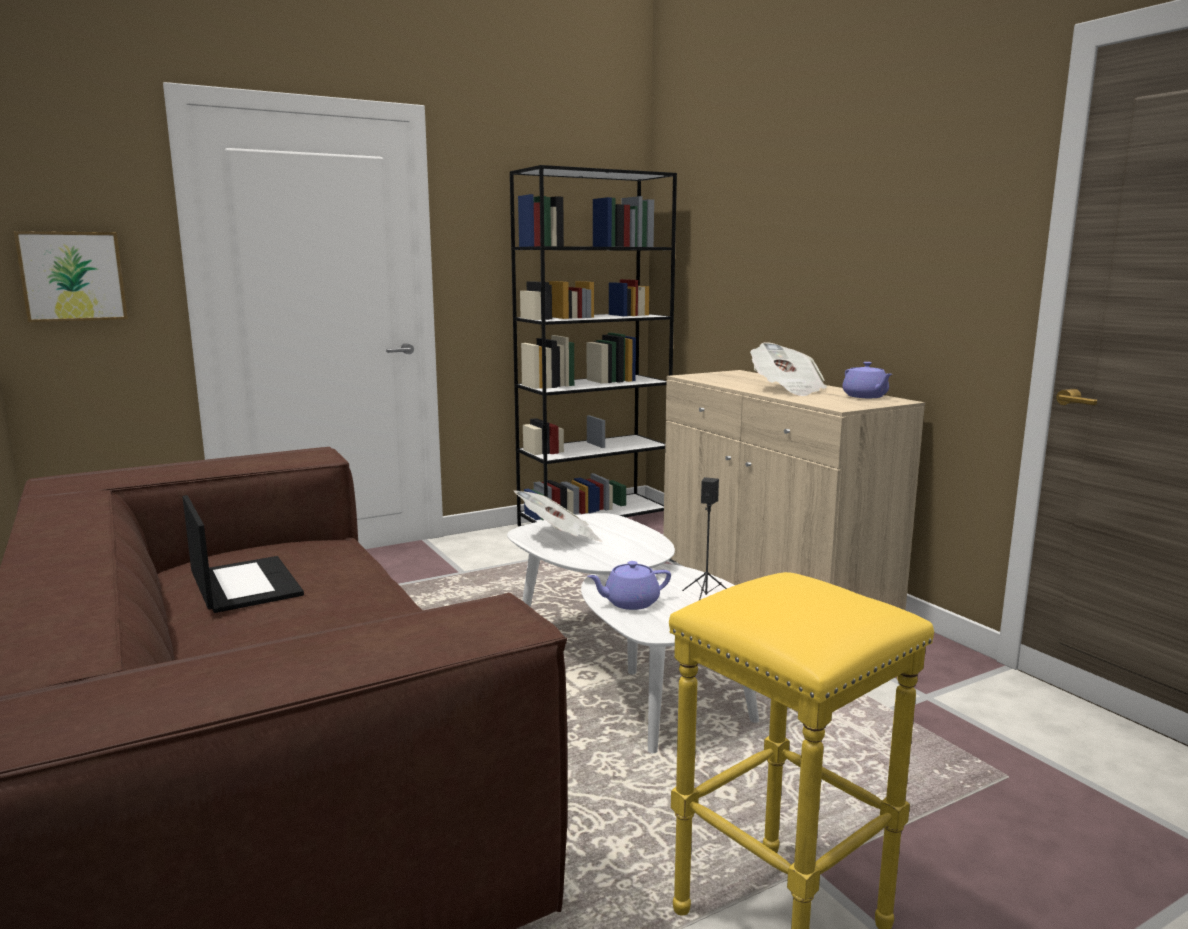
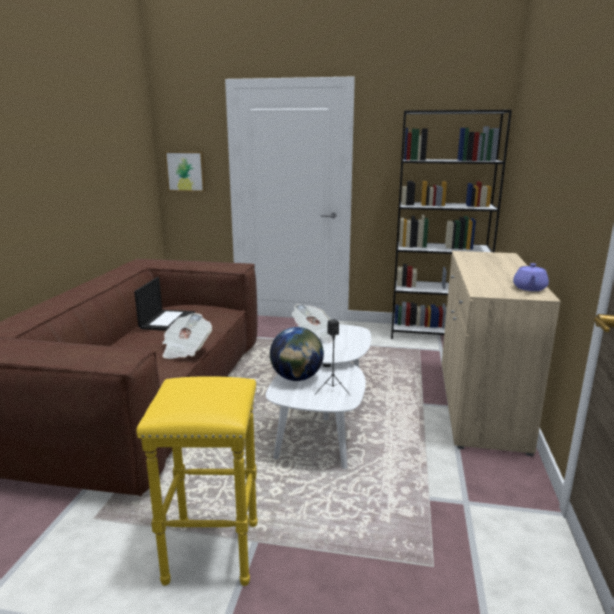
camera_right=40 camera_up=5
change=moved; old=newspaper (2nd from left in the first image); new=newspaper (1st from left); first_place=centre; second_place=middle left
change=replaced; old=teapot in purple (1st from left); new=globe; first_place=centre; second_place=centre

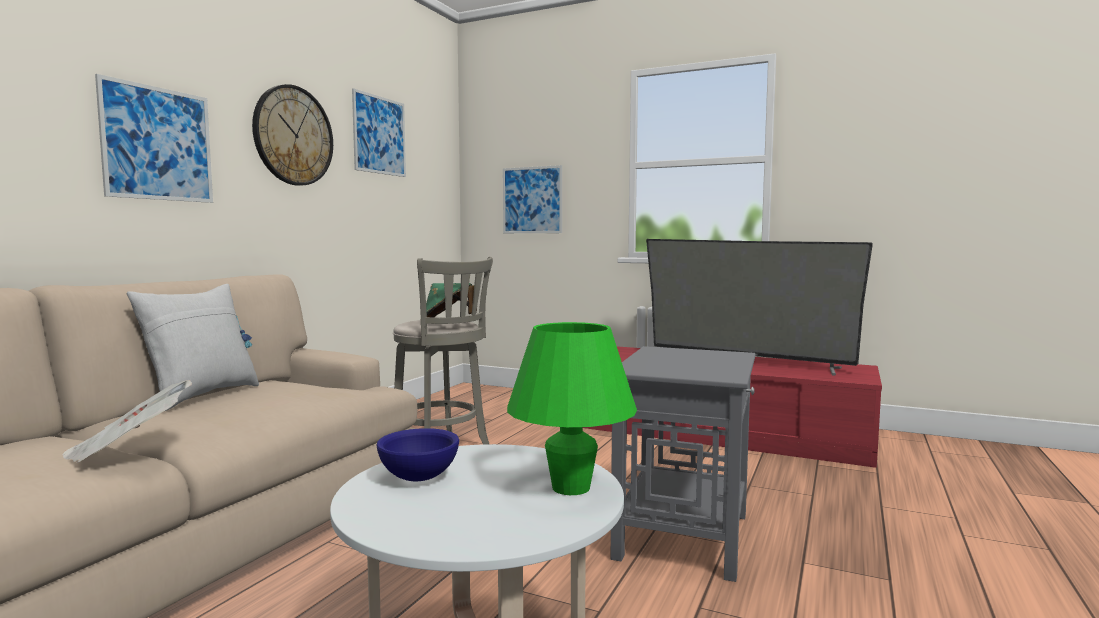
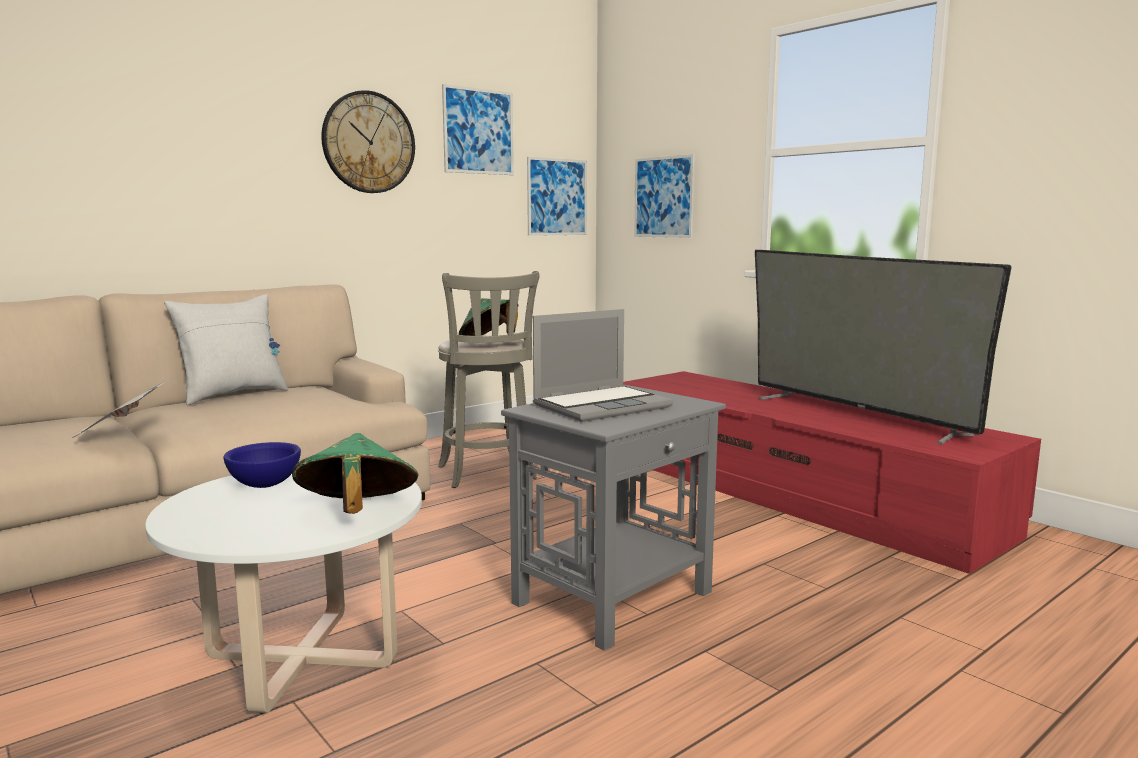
camera_right=25 camera_up=5
change=added; new=laptop; second_place=centre
change=moved; old=picture (1st from left in the first image); new=picture (2nd from left); first_place=top left; second_place=top centre
change=replaced; old=table lamp in green; new=hat in green (1st from left); first_place=centre; second_place=middle left

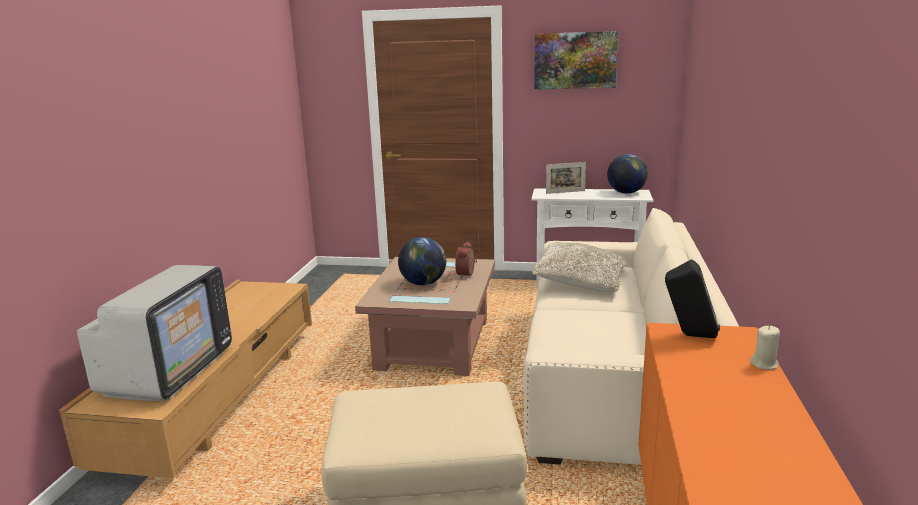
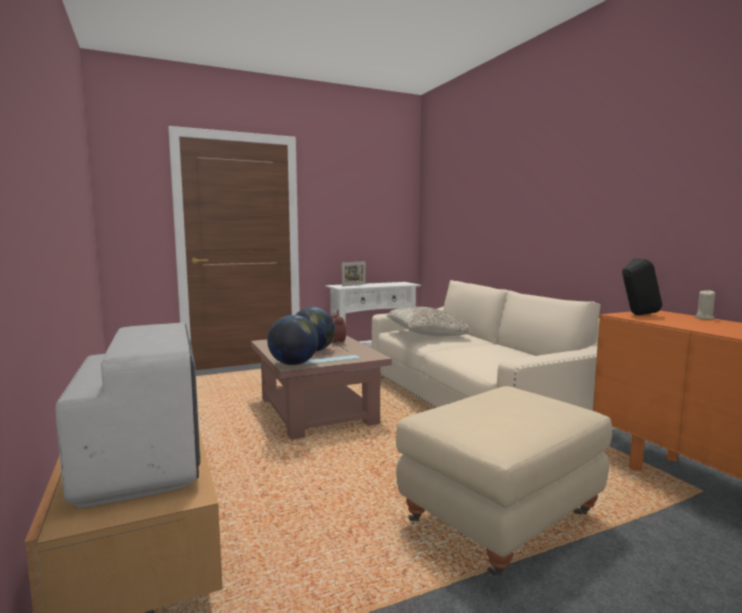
camera_right=-35 camera_up=-10
change=removed; old=picture; first_place=top centre
change=moved; old=globe (2nd from left in the first image); new=globe (1st from left); first_place=middle right; second_place=centre

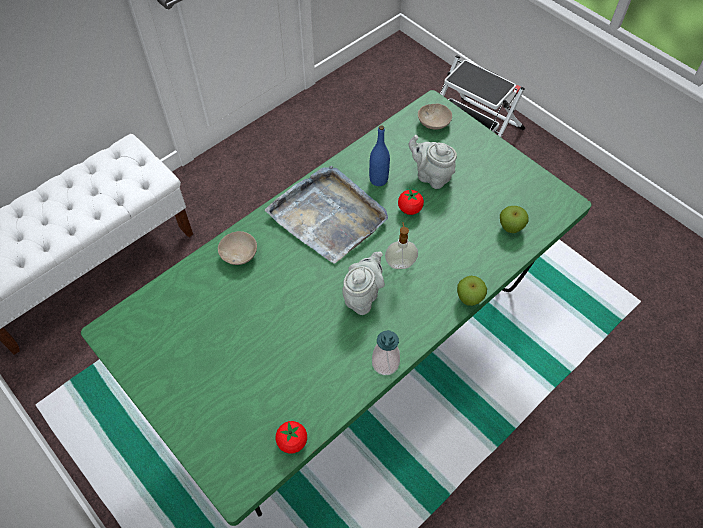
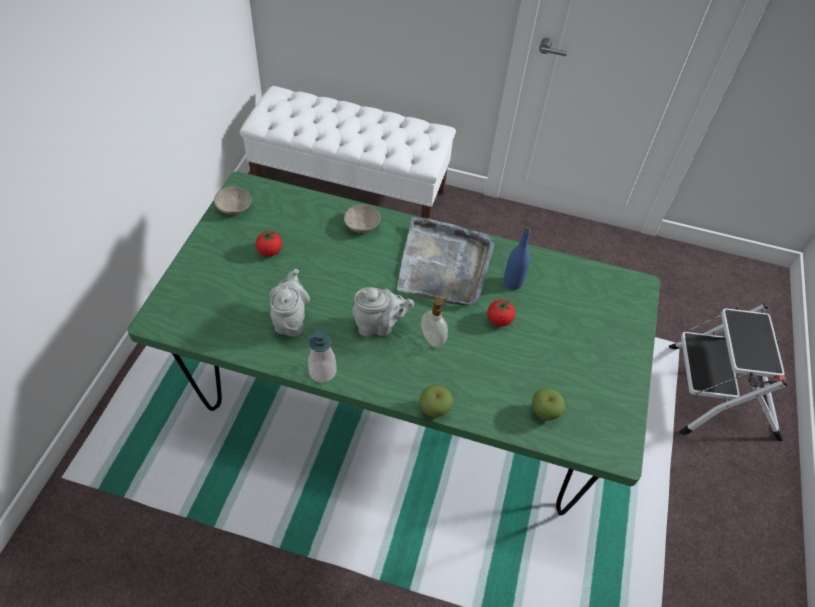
camera_right=55 camera_up=-5
change=moved; old=tomato (1st from left); first_place=bottom centre; second_place=middle left
change=moved; old=teapot in grey (2nd from left in the first image); new=teapot in grey (1st from left); first_place=top centre; second_place=centre
change=moved; old=bowl in beige (2nd from left in the first image); new=bowl in beige (1st from left); first_place=top centre; second_place=top left

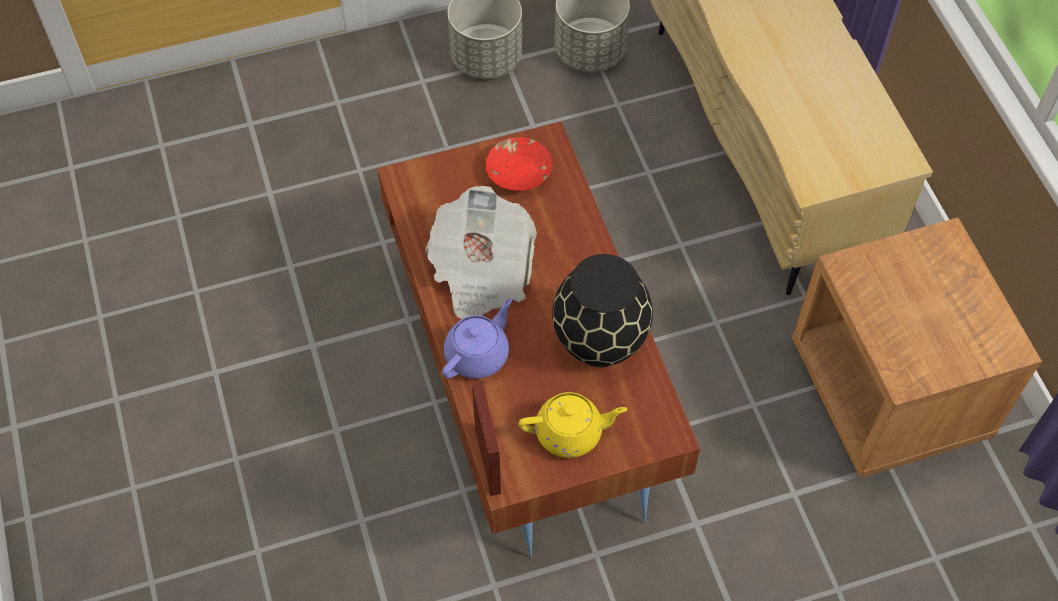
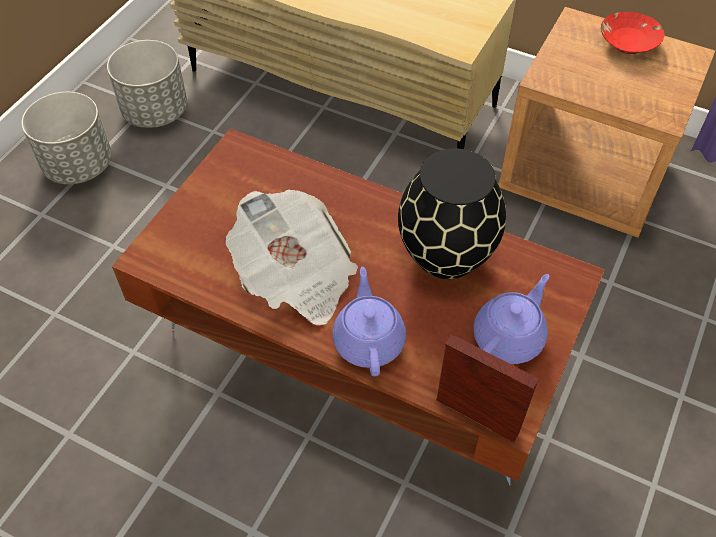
camera_right=-45 camera_up=-5
change=moved; old=bowl in red; first_place=top centre; second_place=top right
change=recoloured; old=teapot in yellow; new=teapot in purple (2nd from left); first_place=bottom centre; second_place=middle right

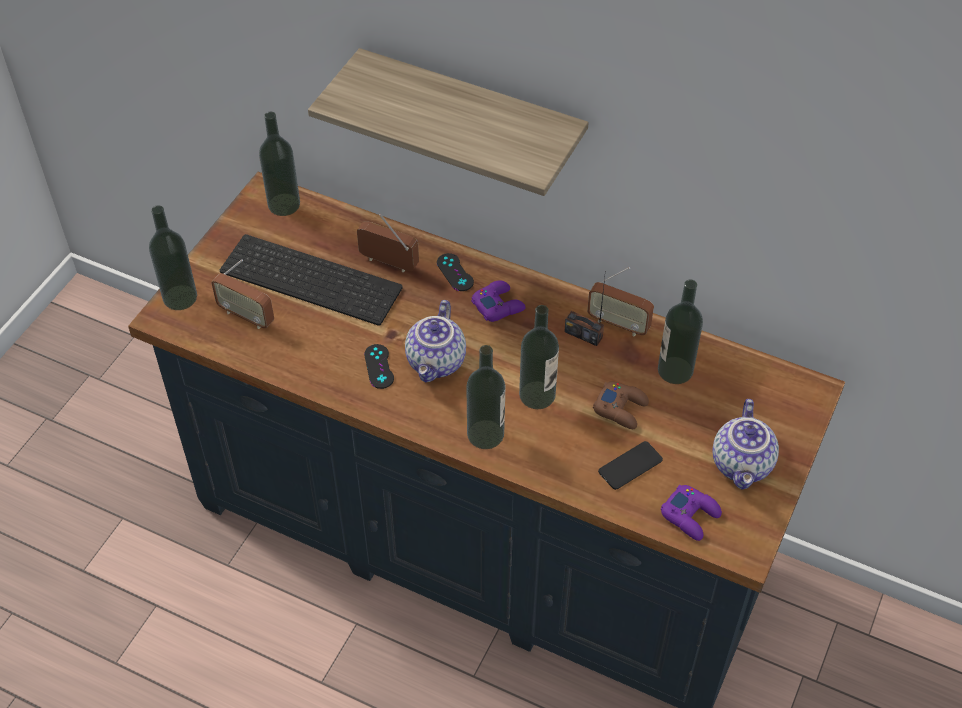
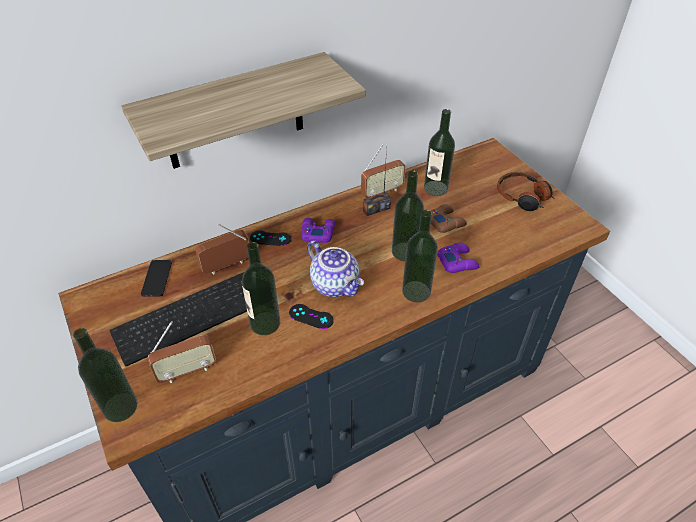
camera_right=-55 camera_up=-5
change=moved; old=bottle (2nd from left); first_place=top left; second_place=centre
change=moved; old=phone; first_place=centre; second_place=middle left
change=moved; old=game controller in purple (2nd from left); first_place=bottom right; second_place=centre
change=replaced; old=teapot (2nd from left); new=headphones; first_place=middle right; second_place=middle right

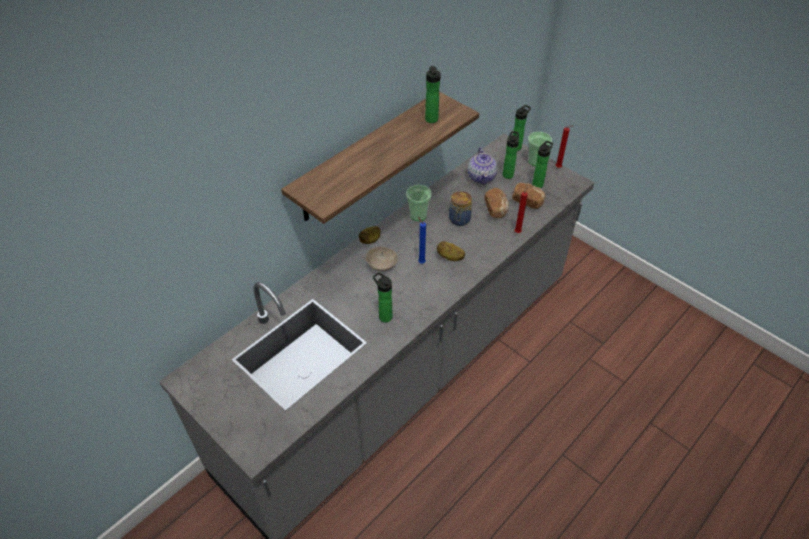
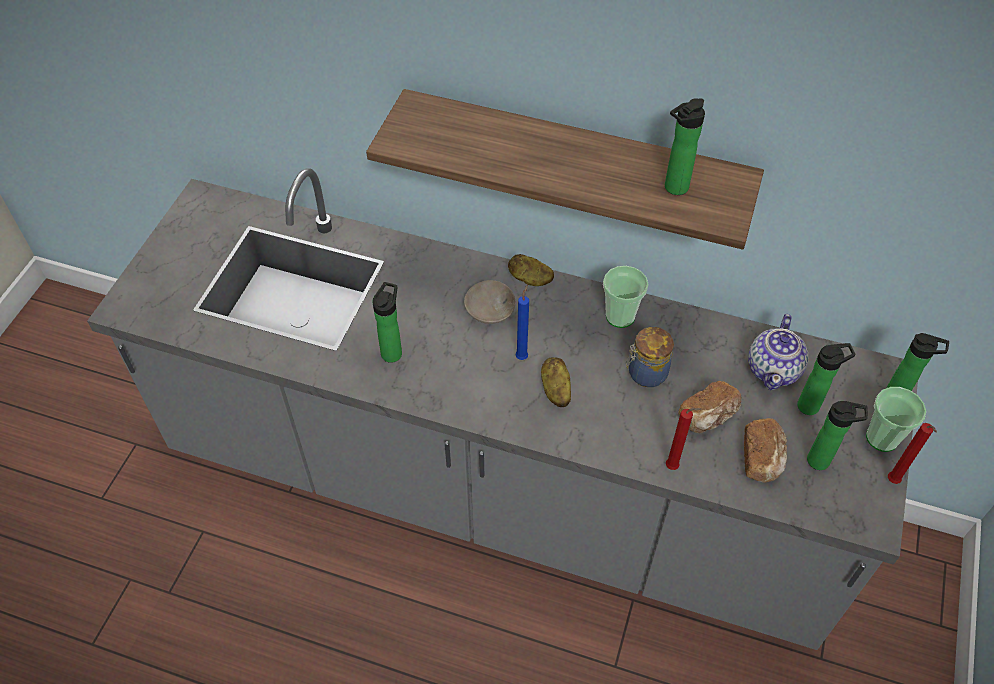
camera_right=65 camera_up=5
change=turned; old=teapot; first_place=top centre; second_place=middle right; degrees=-45

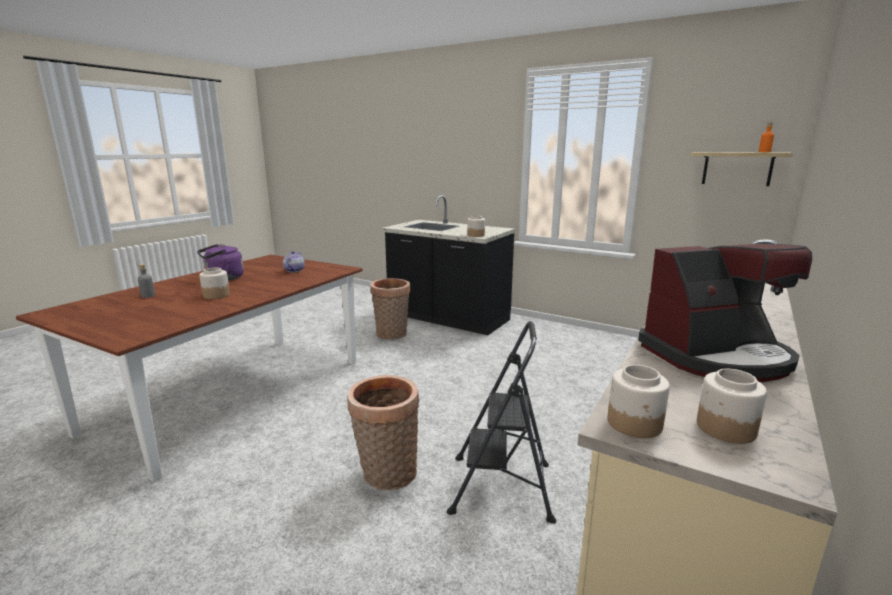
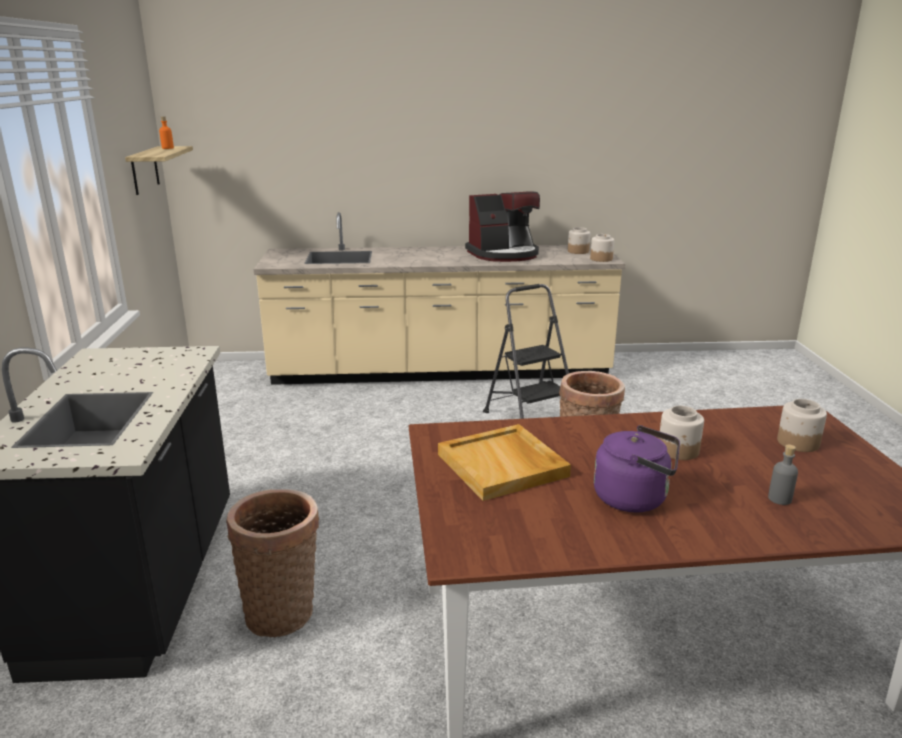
camera_right=-125 camera_up=5
change=moved; old=jar (2nd from left in the first image); new=jar (4th from left); first_place=centre; second_place=middle right
change=replaced; old=teapot; new=tray in beige; first_place=middle left; second_place=centre
change=turned; old=coffee machine; first_place=middle right; second_place=top centre; degrees=120

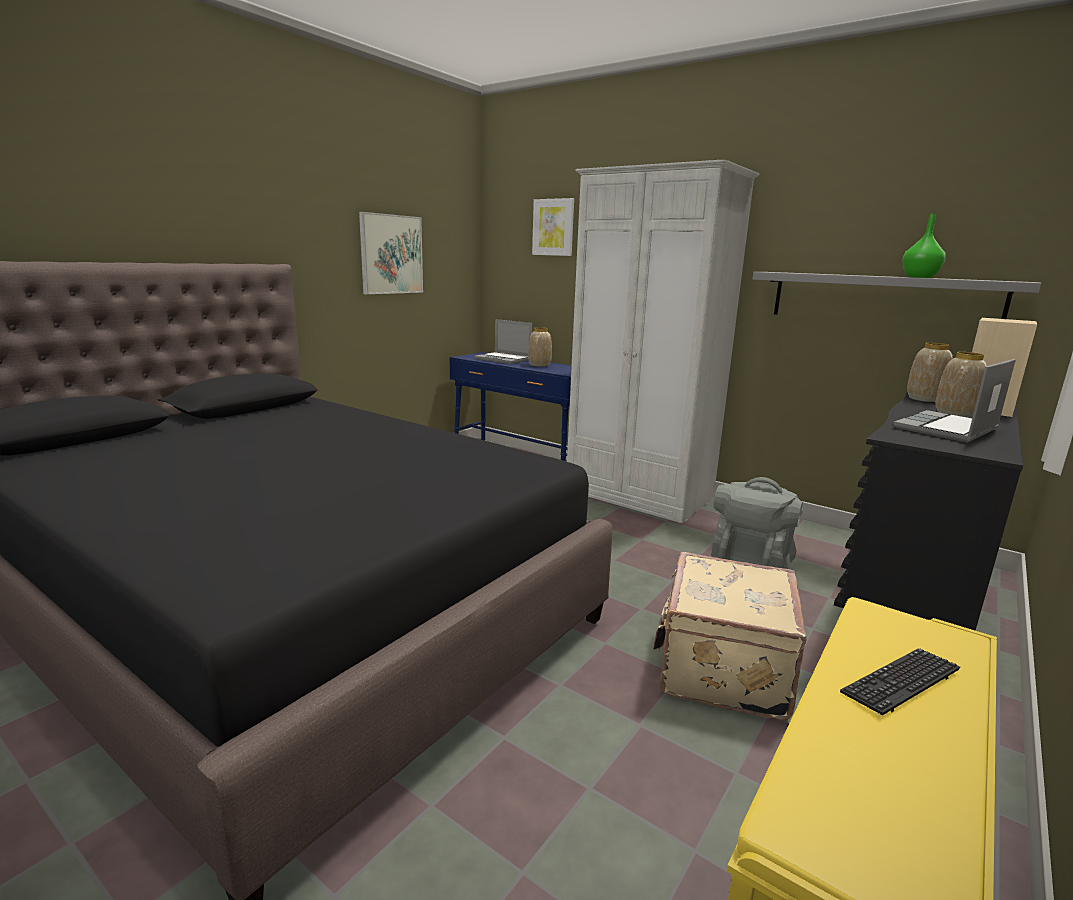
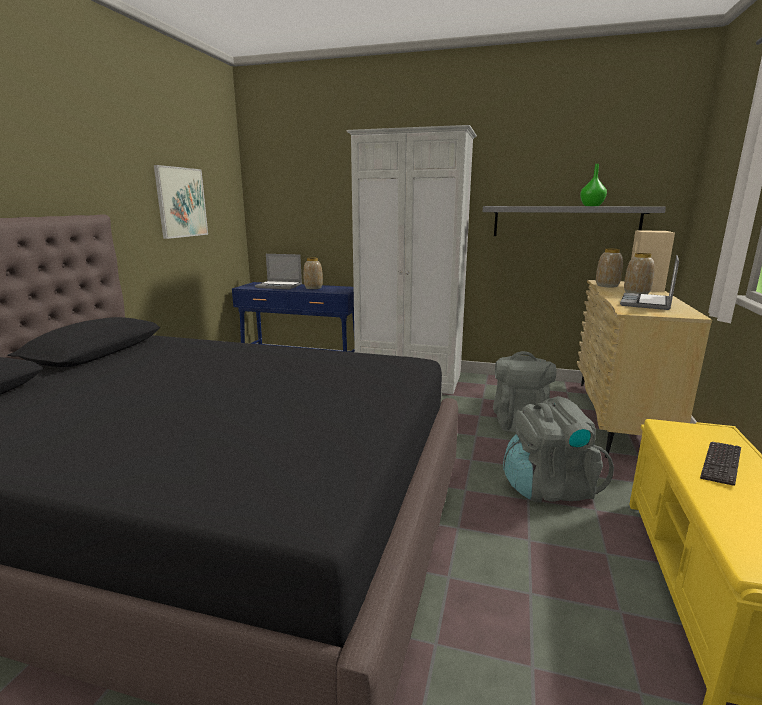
camera_right=-20 camera_up=0
change=removed; old=picture (2nd from left); first_place=top centre
change=replaced; old=suitcase in beige; new=backpack in grey (2nd from left); first_place=bottom right; second_place=middle right
change=recoloured; old=dresser in black; new=dresser in beige; first_place=middle right; second_place=middle right

